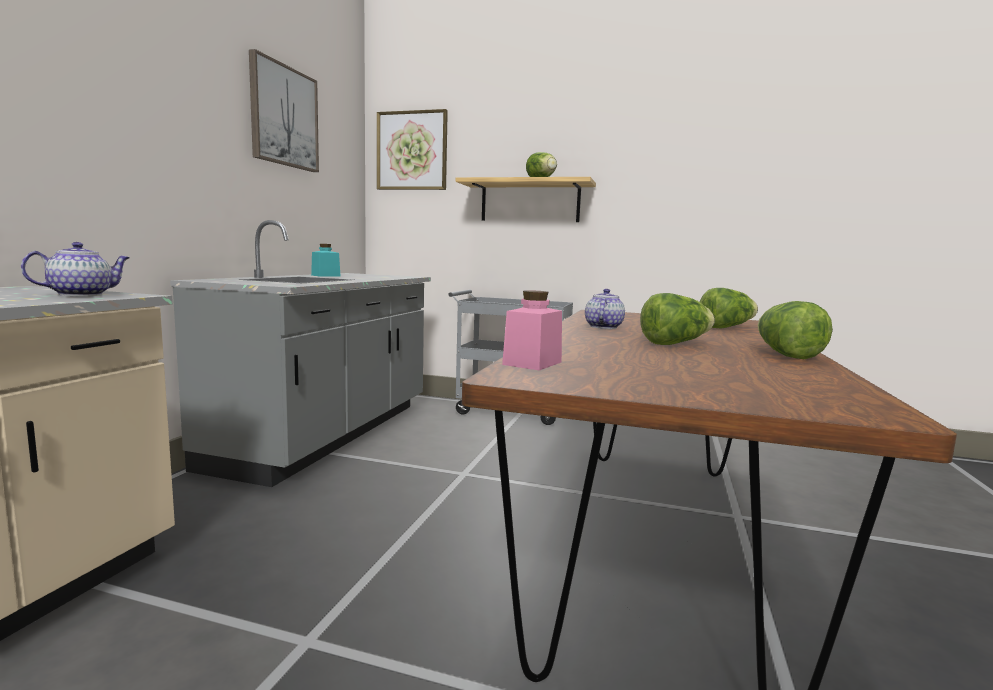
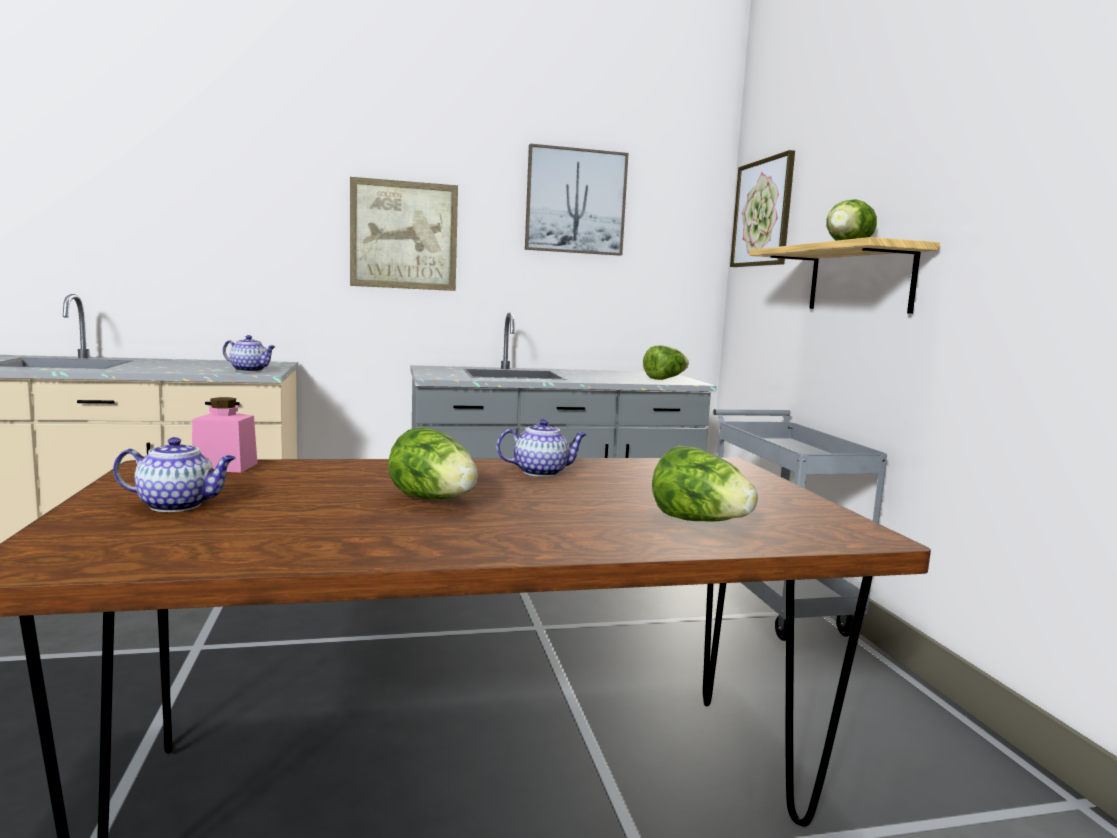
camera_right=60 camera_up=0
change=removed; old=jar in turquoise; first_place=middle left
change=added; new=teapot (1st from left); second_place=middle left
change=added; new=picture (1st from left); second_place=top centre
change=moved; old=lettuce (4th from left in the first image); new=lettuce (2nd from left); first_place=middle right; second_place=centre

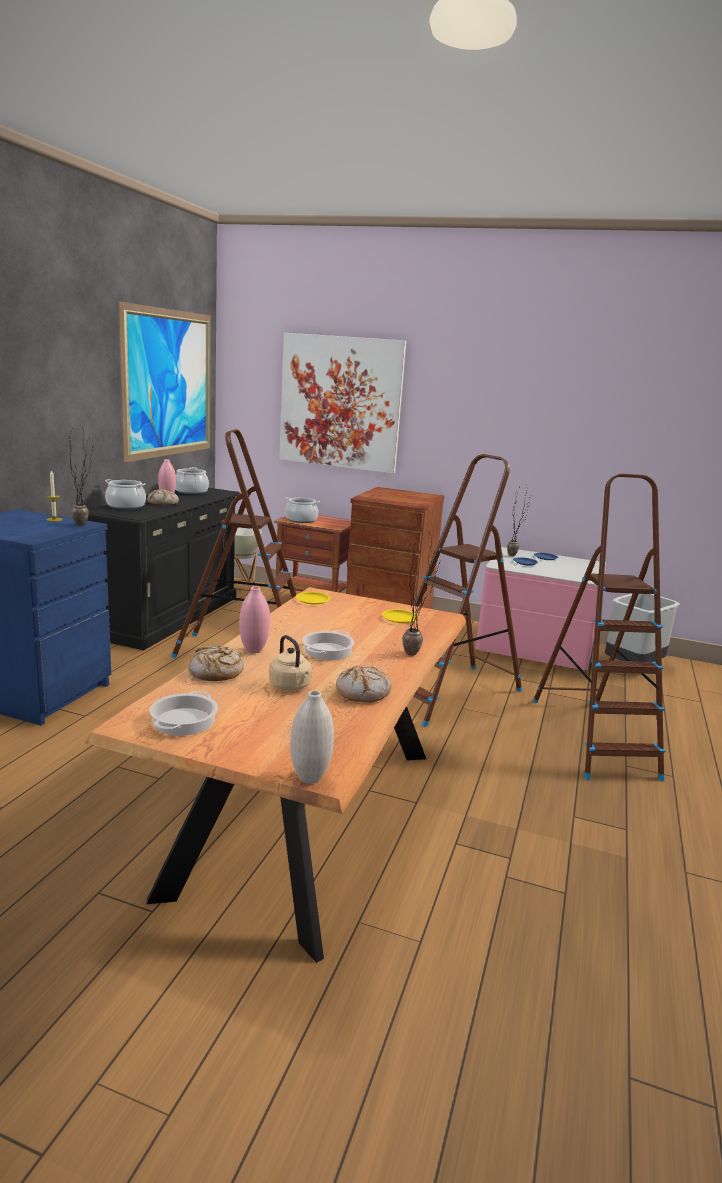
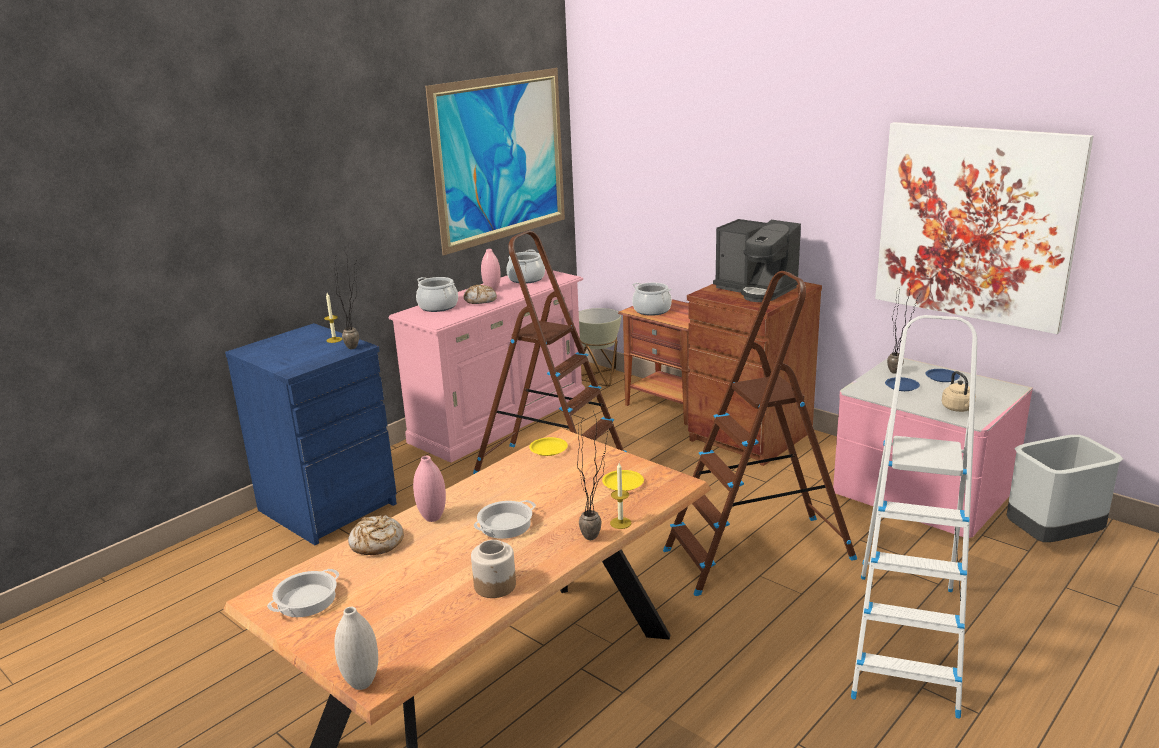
camera_right=25 camera_up=5
change=added; new=candle (2nd from left); second_place=centre
change=added; new=coffee machine; second_place=centre
change=moved; old=kettle in beige; first_place=centre; second_place=middle right
change=moved; old=picture (2nd from left); first_place=centre; second_place=top right
change=replaced; old=bread (3rd from left); new=jar; first_place=centre; second_place=bottom centre
change=recoloured; old=cabinet in black; new=cabinet in pink; first_place=middle left; second_place=centre
change=recoloured; old=step ladder in brown (3rd from left); new=step ladder in white; first_place=middle right; second_place=bottom right

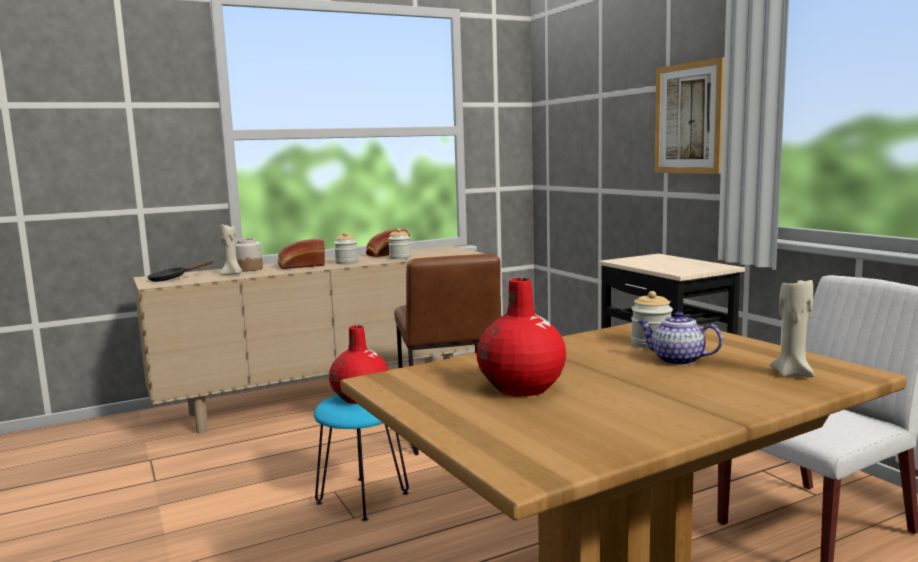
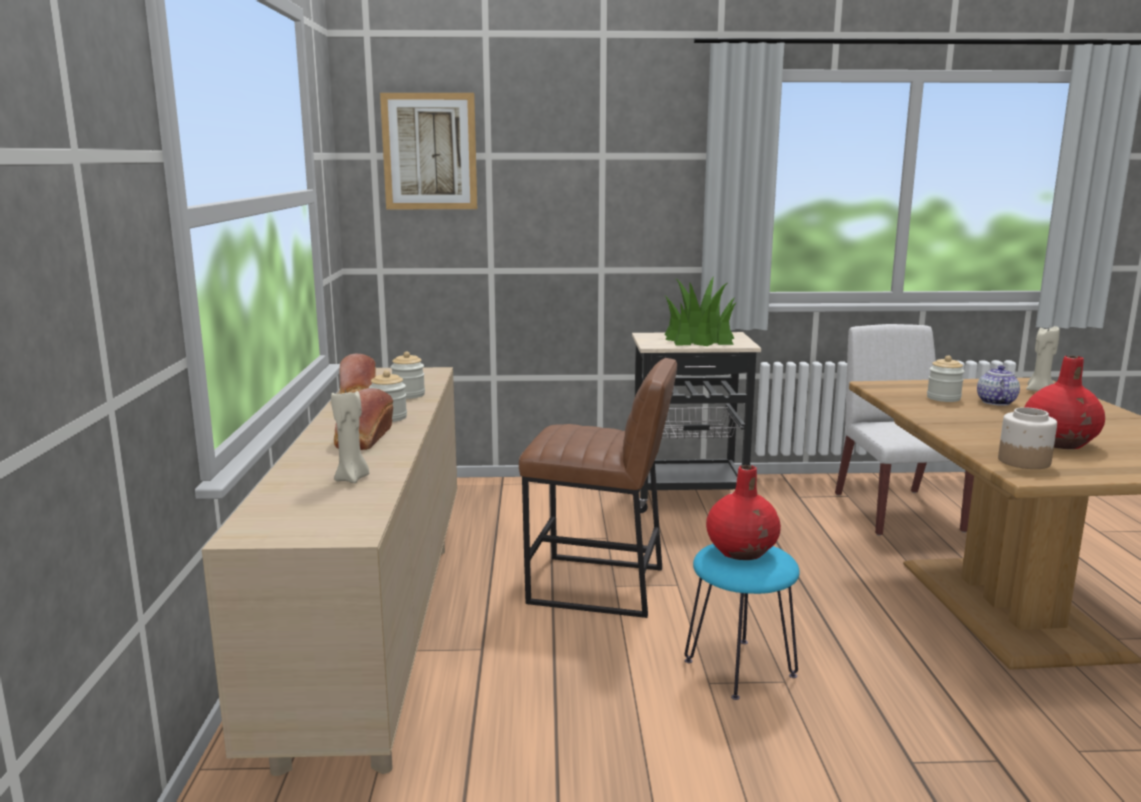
camera_right=-65 camera_up=5
change=removed; old=frying pan in black; first_place=middle left
change=added; new=potted plant; second_place=centre
change=moved; old=jar (1st from left in the first image); new=jar (4th from left); first_place=middle left; second_place=middle right
change=moved; old=picture; first_place=top right; second_place=top centre
change=turned; old=teapot; first_place=middle right; second_place=middle right; degrees=135

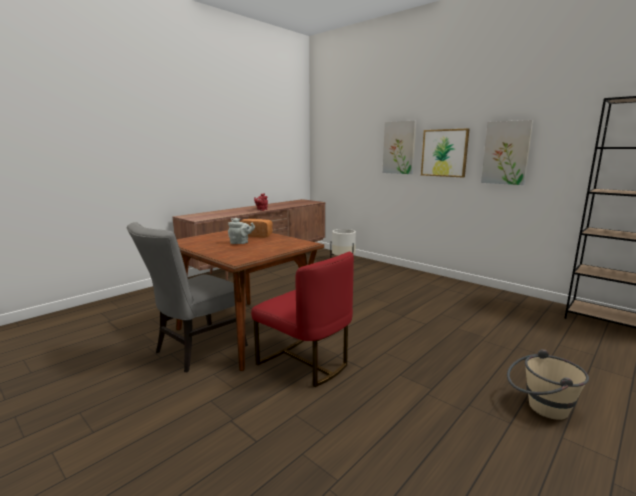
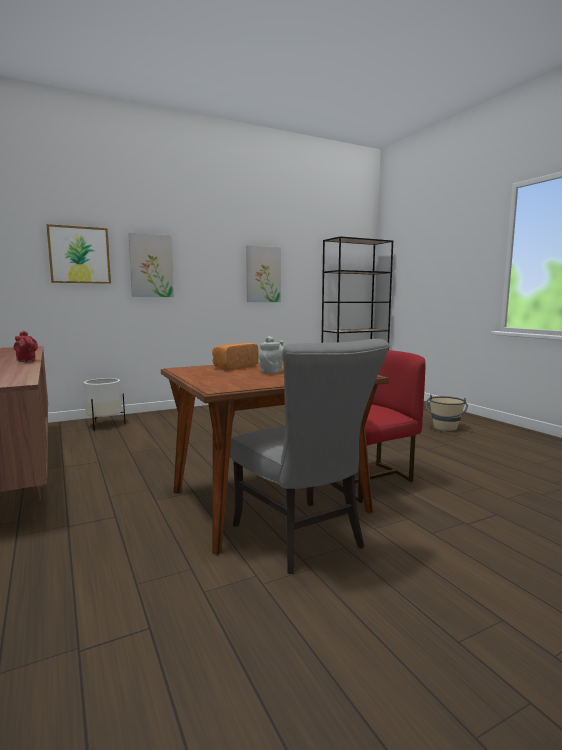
camera_right=-70 camera_up=-5
change=moved; old=picture (2nd from left in the first image); new=picture (1st from left); first_place=top right; second_place=middle left

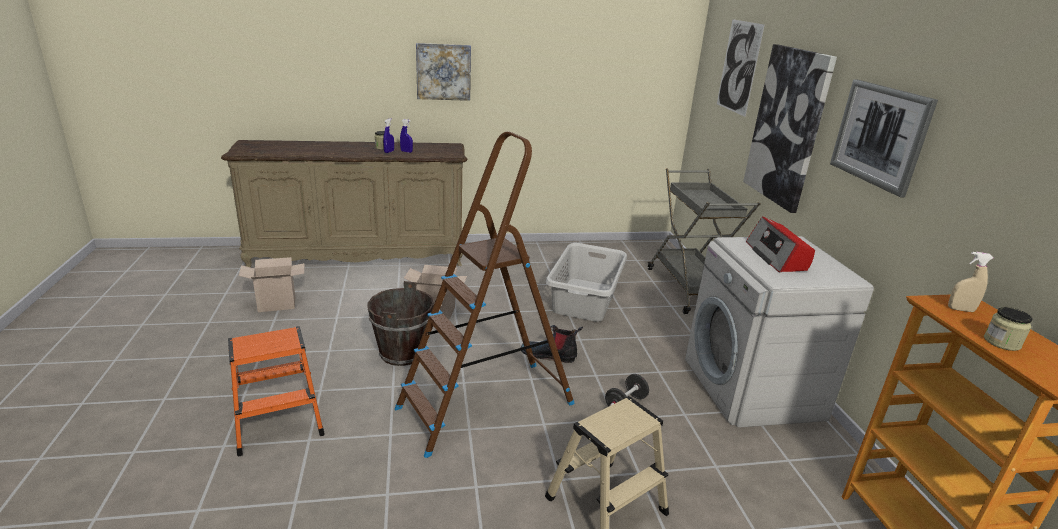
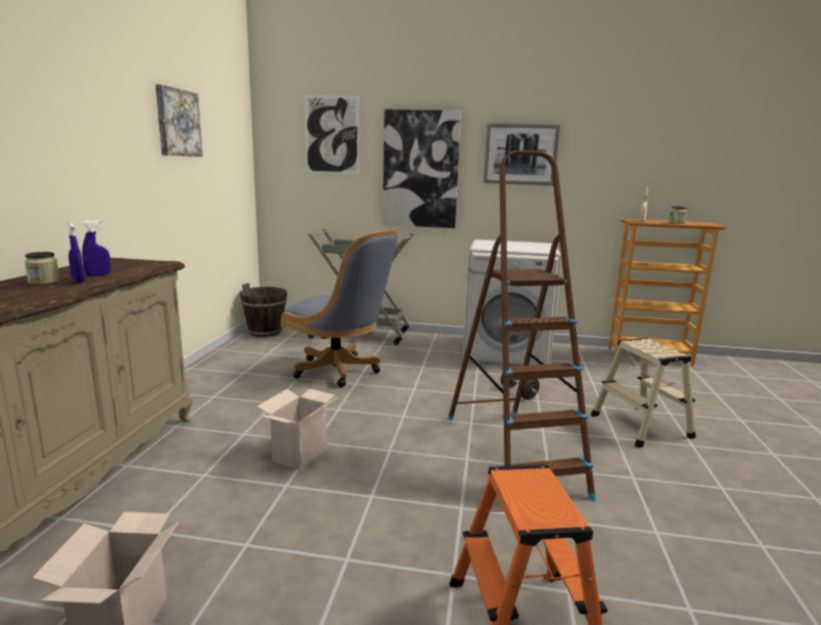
camera_right=-70 camera_up=-10
change=removed; old=boot; first_place=centre
change=removed; old=radio; first_place=middle right
change=moved; old=bucket in brown; first_place=centre; second_place=middle left
change=moved; old=picture (1st from left); first_place=top centre; second_place=top left
change=replaced; old=laundry basket in grey; new=office chair in blue; first_place=centre; second_place=centre

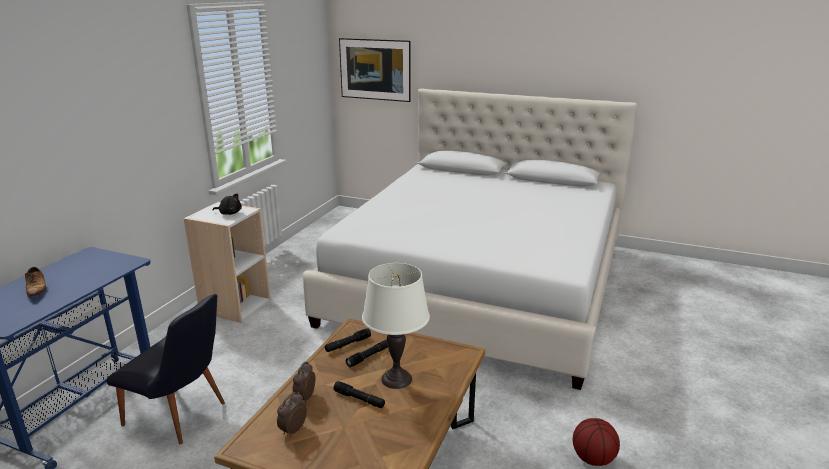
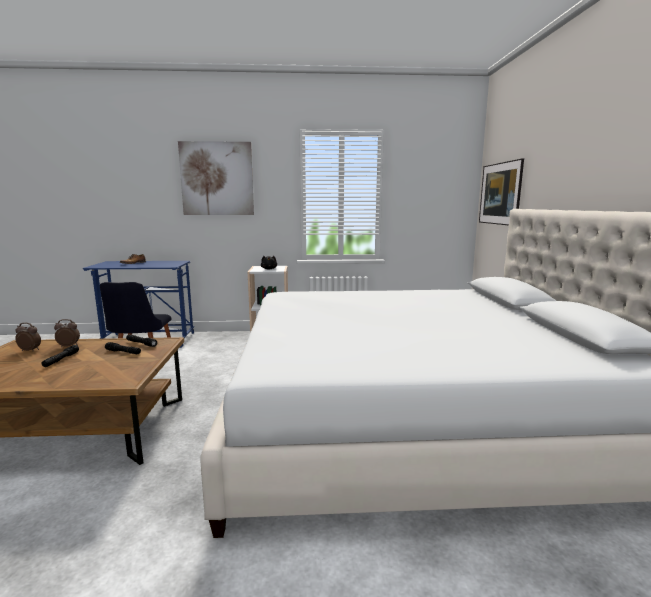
camera_right=65 camera_up=-10
change=removed; old=table lamp in white; first_place=bottom centre
change=removed; old=basketball; first_place=bottom right
change=added; new=picture (1st from left); second_place=top left

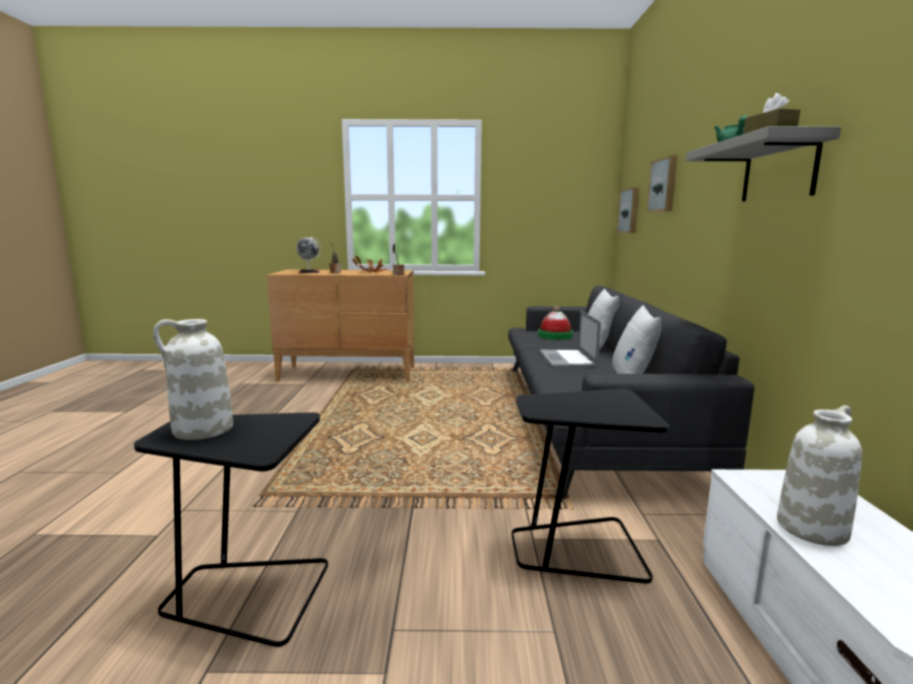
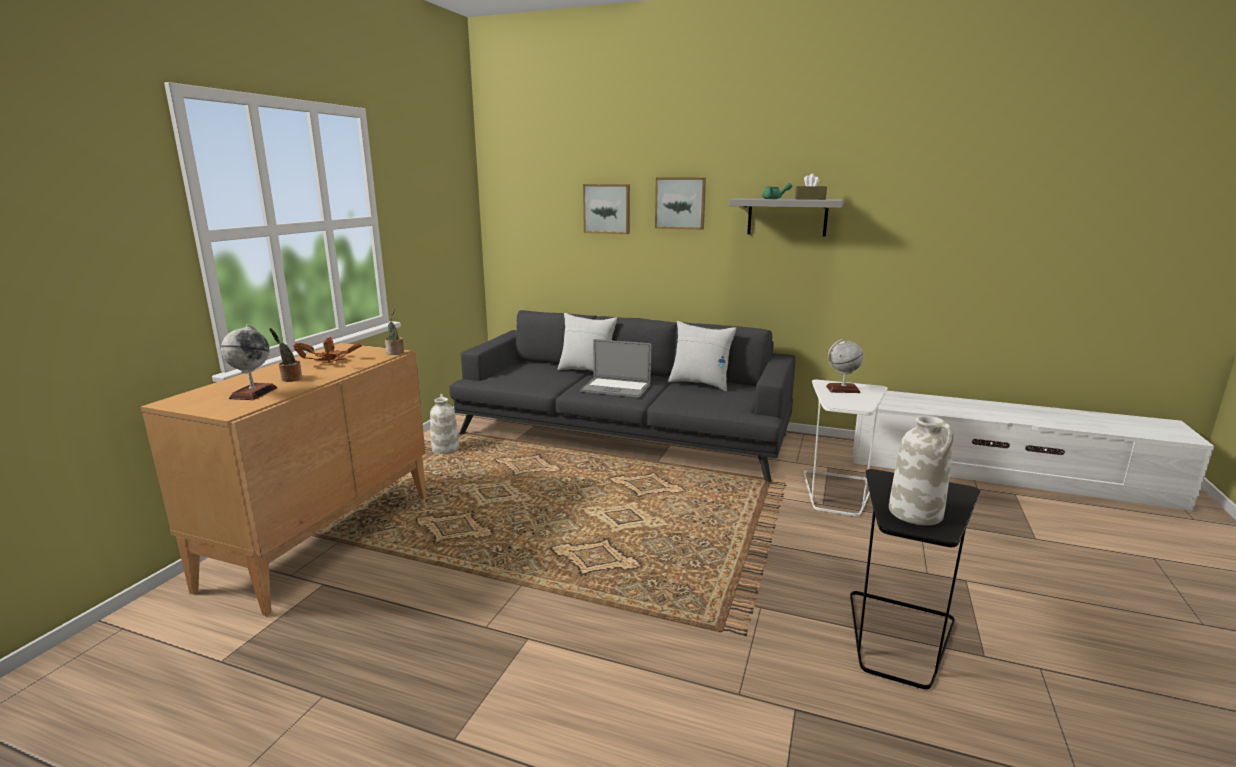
camera_right=-70 camera_up=5
change=removed; old=hat; first_place=centre
change=added; new=globe (2nd from left); second_place=middle right
change=moved; old=picture (1st from left in the first image); new=picture (2nd from left); first_place=top right; second_place=top centre
change=moved; old=vase in white (2nd from left in the first image); new=vase in white (1st from left); first_place=bottom right; second_place=centre
change=recoloured; old=side table in black (2nd from left); new=side table in white; first_place=bottom centre; second_place=middle right

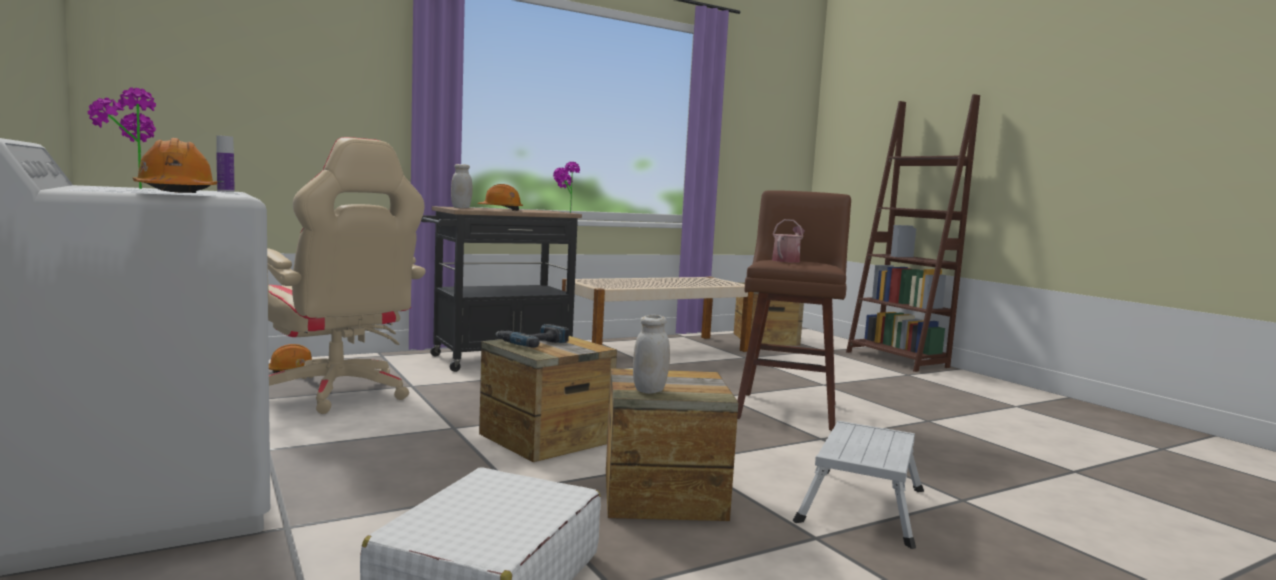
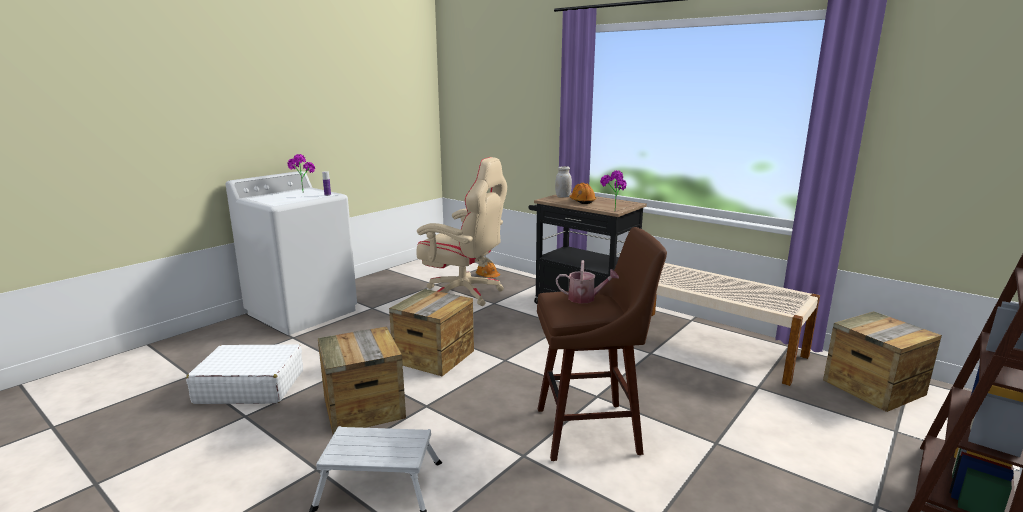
camera_right=70 camera_up=10
change=removed; old=hard hat in orange (1st from left); first_place=top left
change=removed; old=power drill; first_place=centre
change=removed; old=jar in white (2nd from left); first_place=centre
change=turned; old=office chair in beige; first_place=middle left; second_place=centre; degrees=-90

